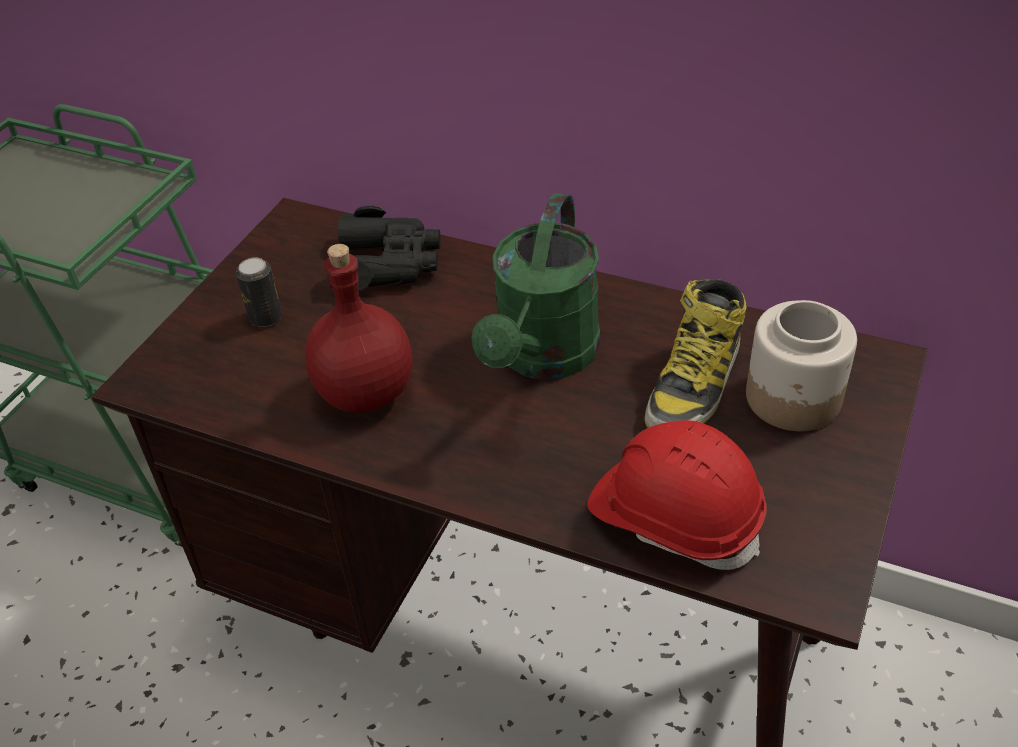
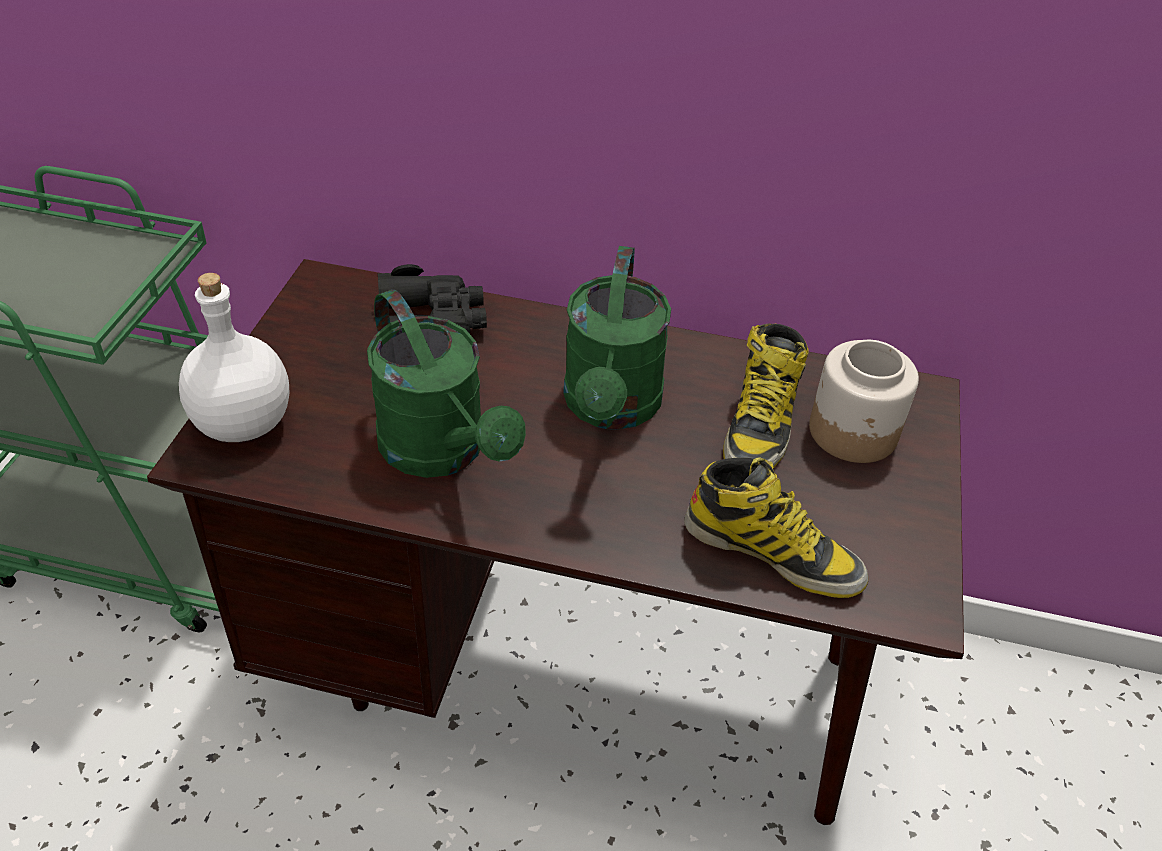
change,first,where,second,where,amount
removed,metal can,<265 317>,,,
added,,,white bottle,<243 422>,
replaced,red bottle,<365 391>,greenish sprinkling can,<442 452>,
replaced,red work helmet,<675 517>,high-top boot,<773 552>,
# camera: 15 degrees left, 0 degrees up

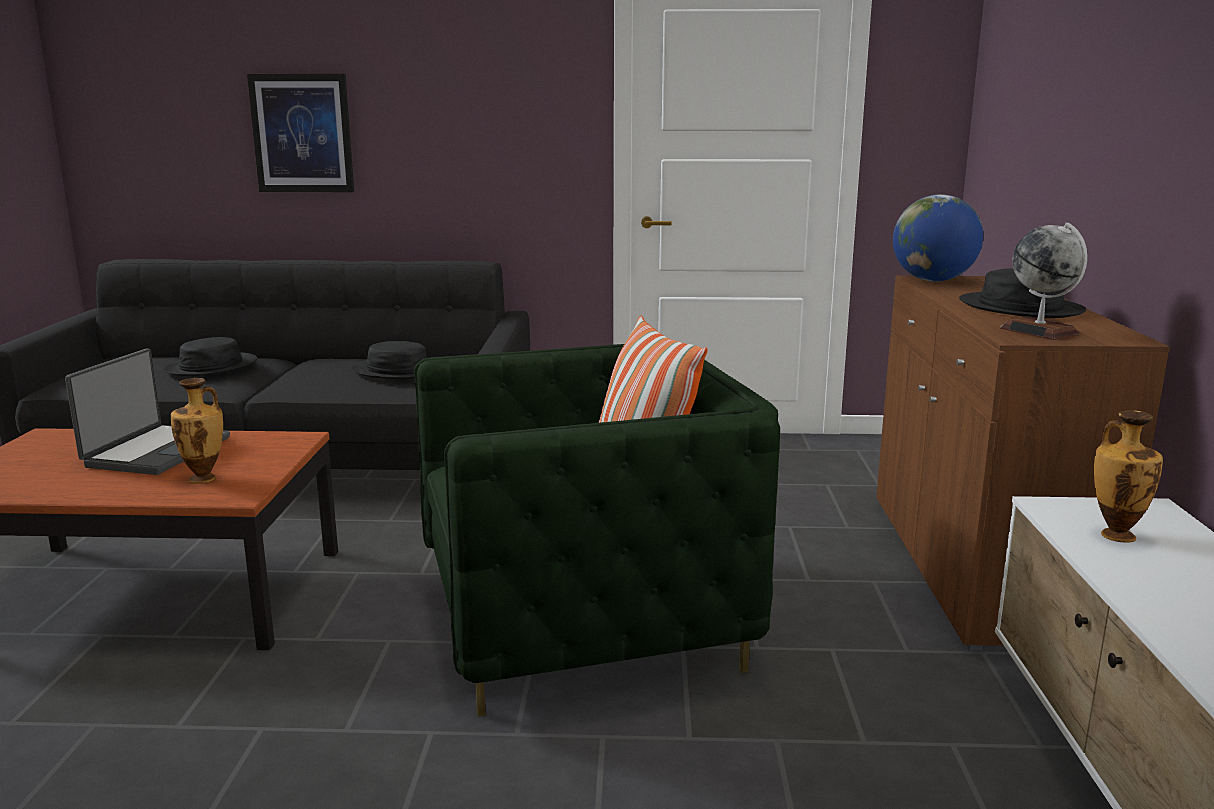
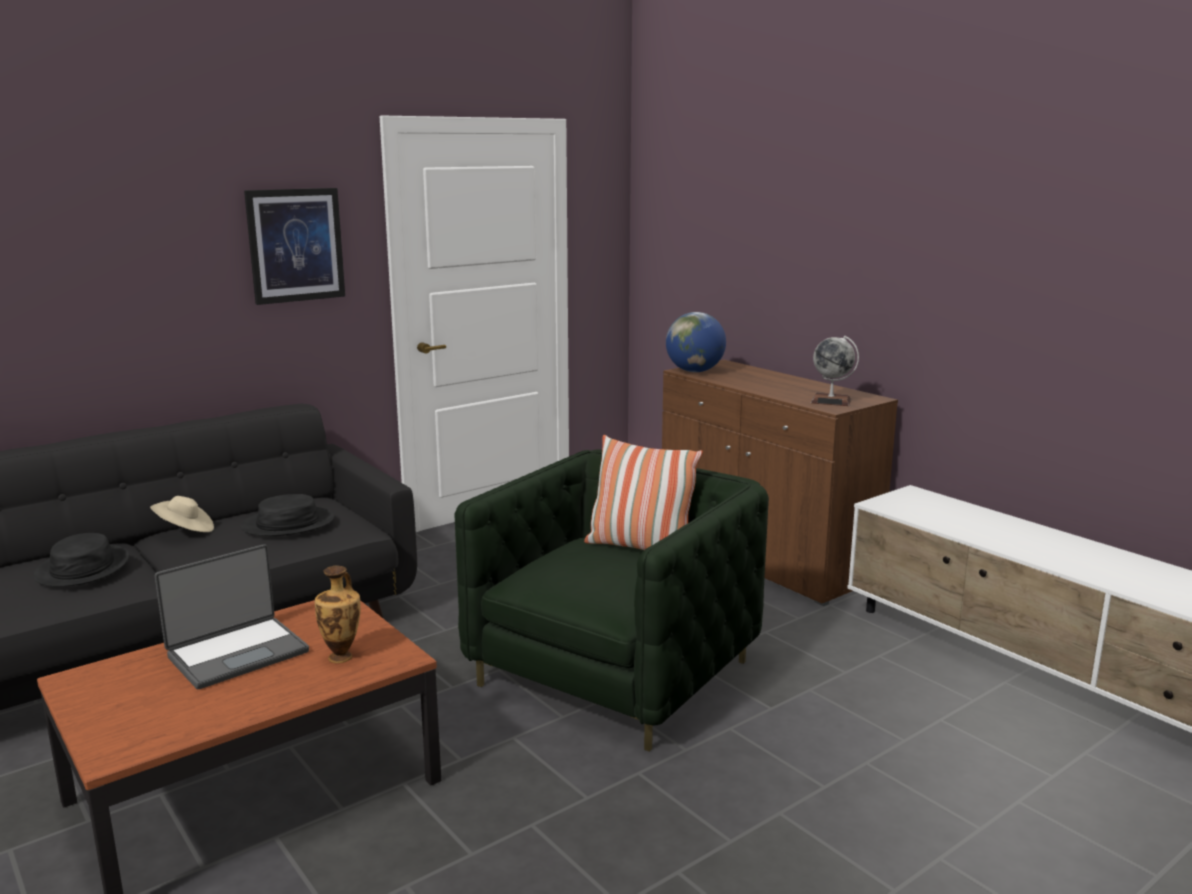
change,first,where,second,where,amount
removed,blackish clothing hat,<1020 308>,,,
removed,vase,<1115 535>,,,
added,,,beige clothing hat,<185 530>,
moved,picture,<302 133>,,<295 245>,
turned,laptop,<156 451>,,<237 653>,75 degrees clockwise
# camera: 40 degrees left, 0 degrees up

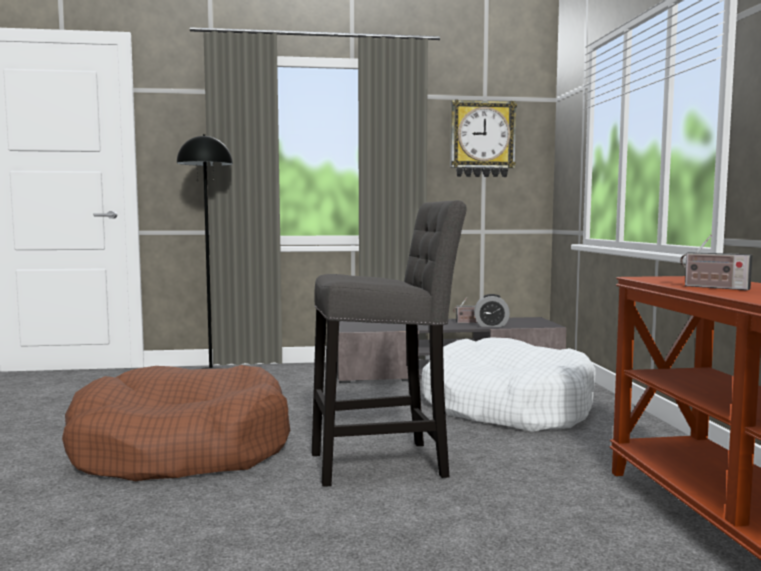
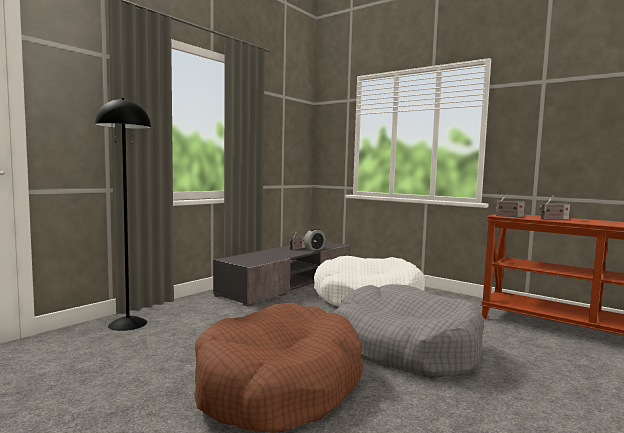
change,first,where,second,where,amount
removed,clock on the wall,<482 139>,,,
added,,,radio set,<508 216>,
replaced,grey stool seat,<386 463>,grey dog cushion,<405 347>,
# camera: 45 degrees left, 0 degrees up

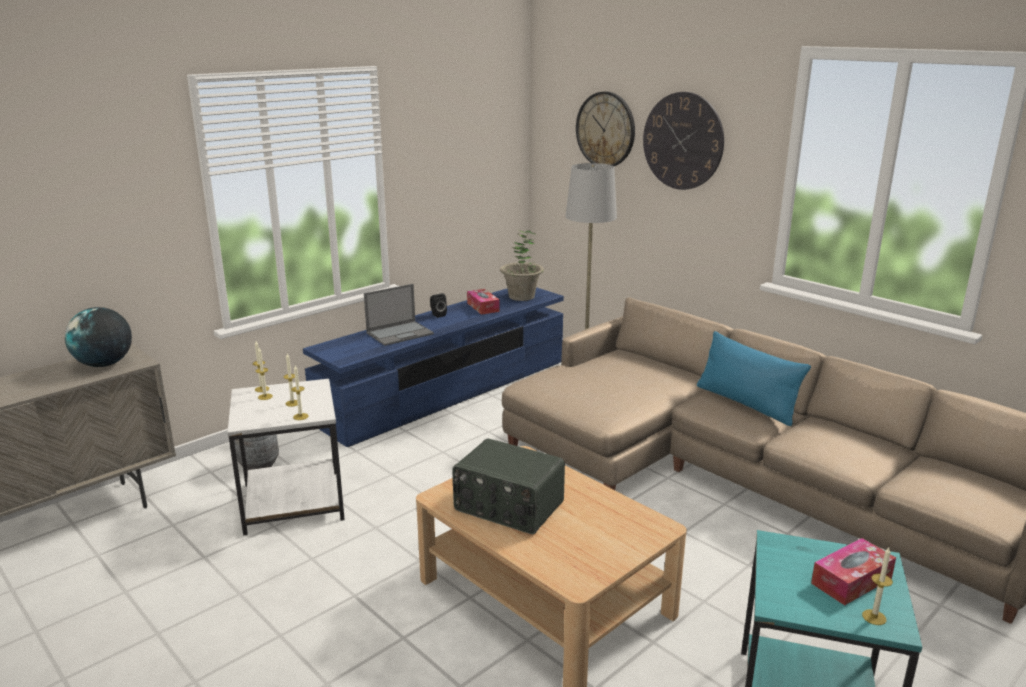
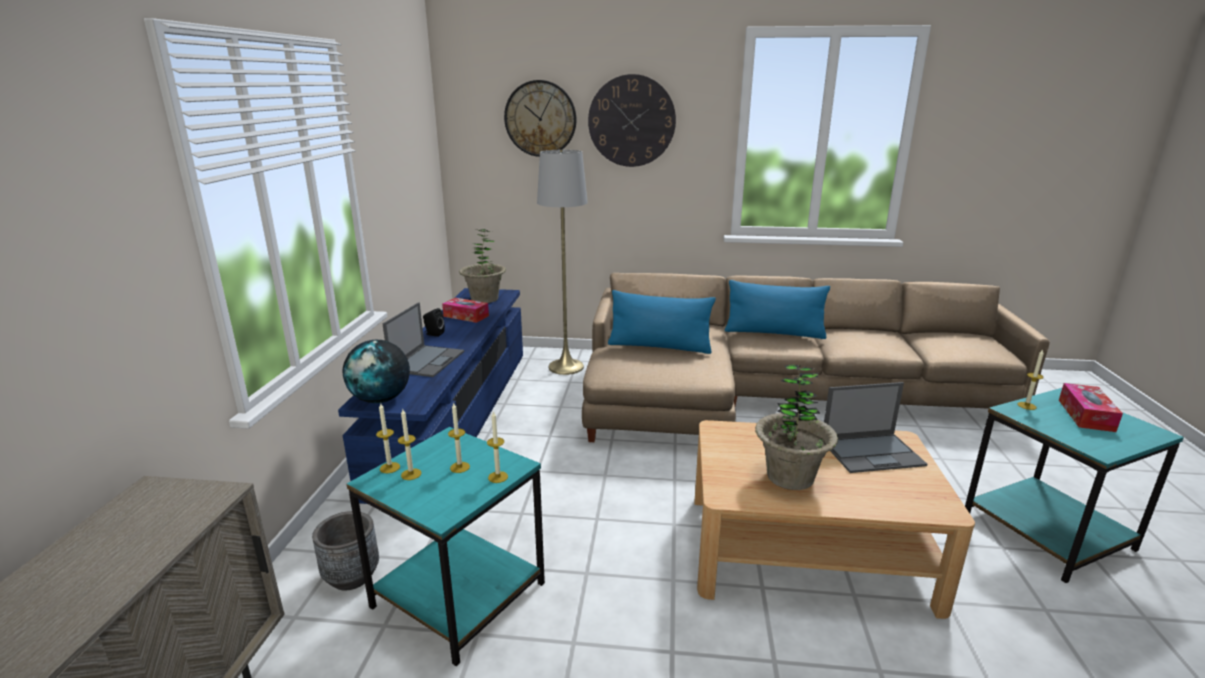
change,first,where,second,where,amount
added,,,bluish pillow,<659 346>,
added,,,laptop,<872 452>,
moved,desk globe,<104 364>,,<381 399>,
moved,wax light,<874 617>,,<1026 406>,
replaced,radio set,<508 507>,potted plant,<790 477>,
recoloured,white side table,<294 500>,blue-green side table,<458 593>,
# camera: 40 degrees left, 0 degrees up

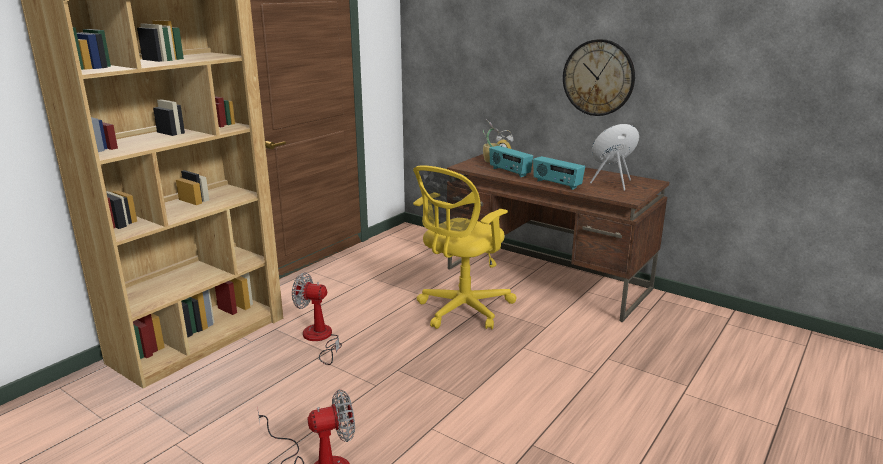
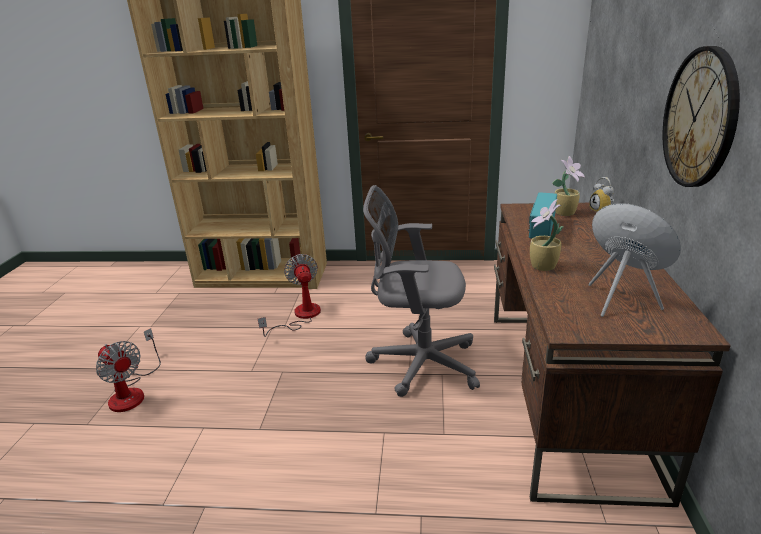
change,first,where,second,where,amount
replaced,radio set,<556 184>,potted plant,<542 267>,
recoloured,yellowish office chair,<461 310>,grey office chair,<419 363>,
# camera: 60 degrees right, 5 degrees up

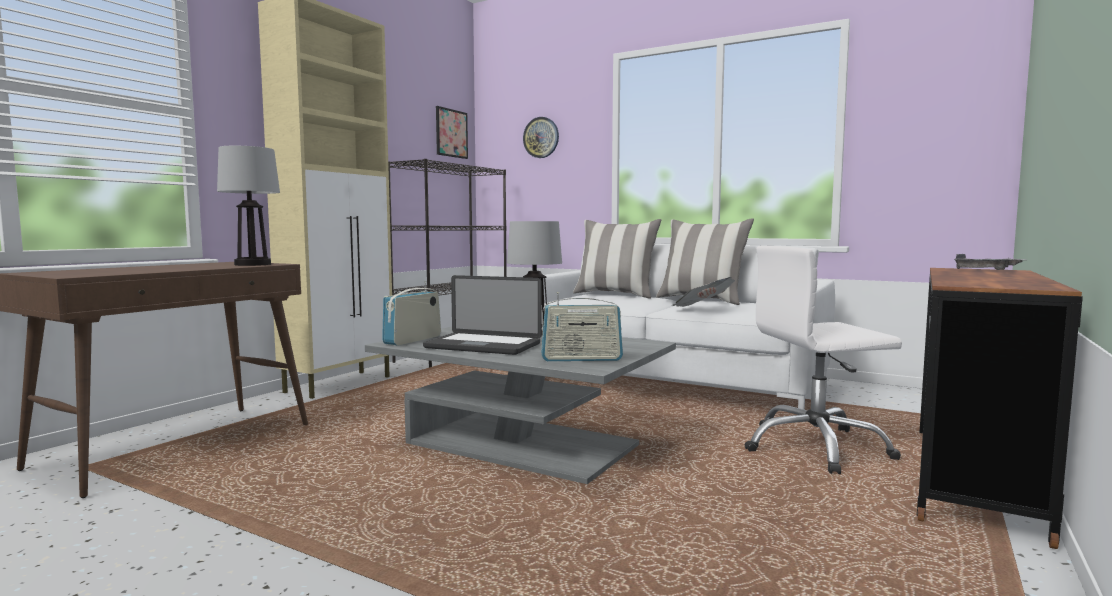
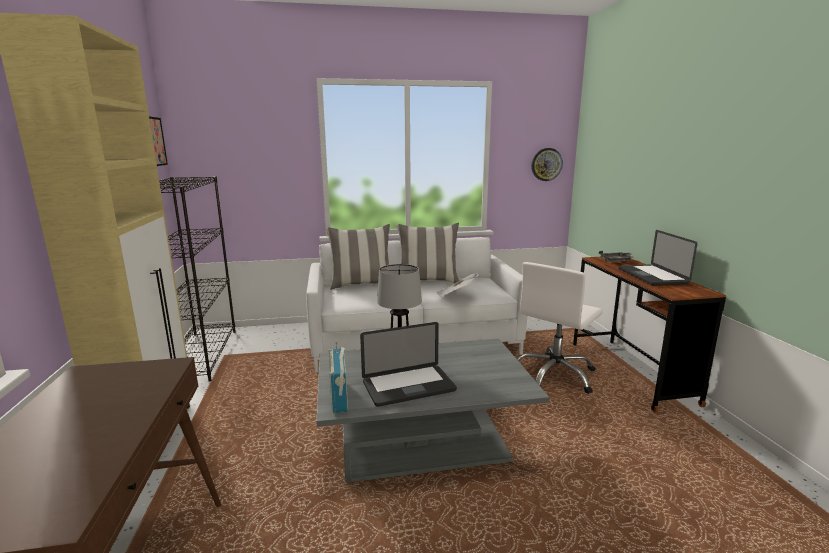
change,first,where,second,where,amount
removed,lamp for a table,<253 264>,,,
removed,radio set,<581 359>,,,
added,,,laptop,<651 276>,
moved,clock on the wall,<541 137>,,<546 164>,
# camera: 40 degrees left, 10 degrees up

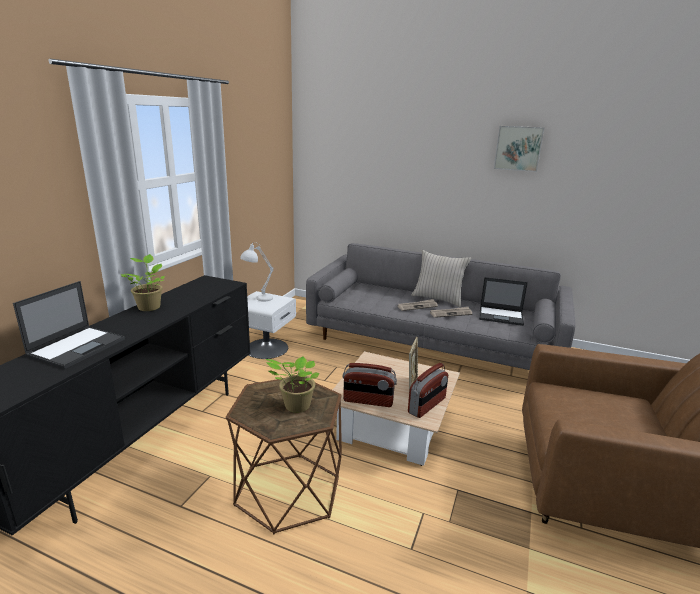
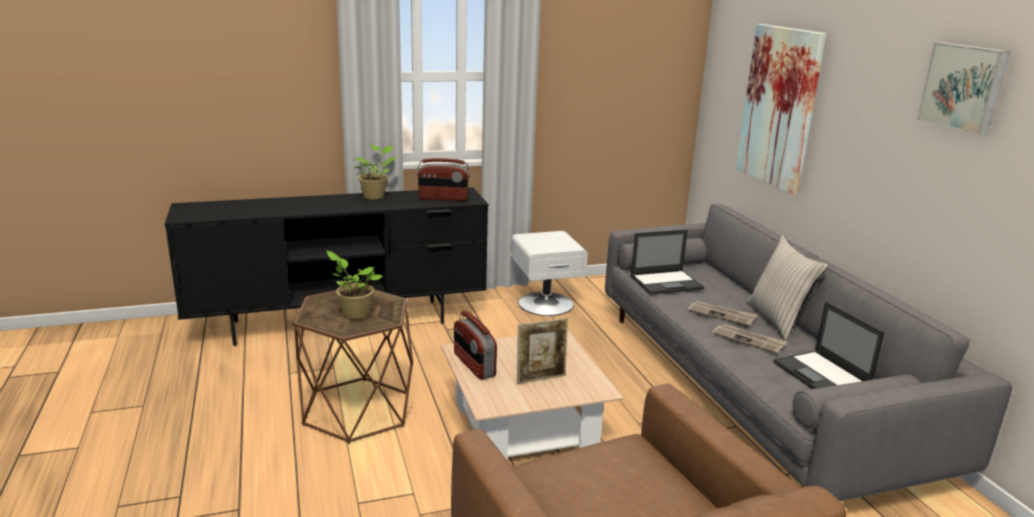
change,first,where,second,where,amount
removed,white lamp for a table,<257 299>,,,
added,,,picture,<779 107>,
moved,laptop,<78 346>,,<667 282>,
moved,radio set,<427 406>,,<443 198>,
# camera: 50 degrees right, 0 degrees up

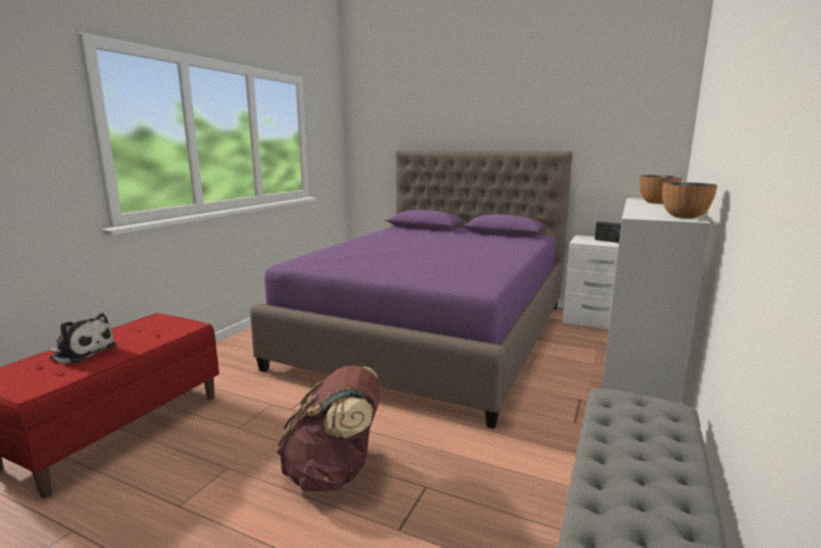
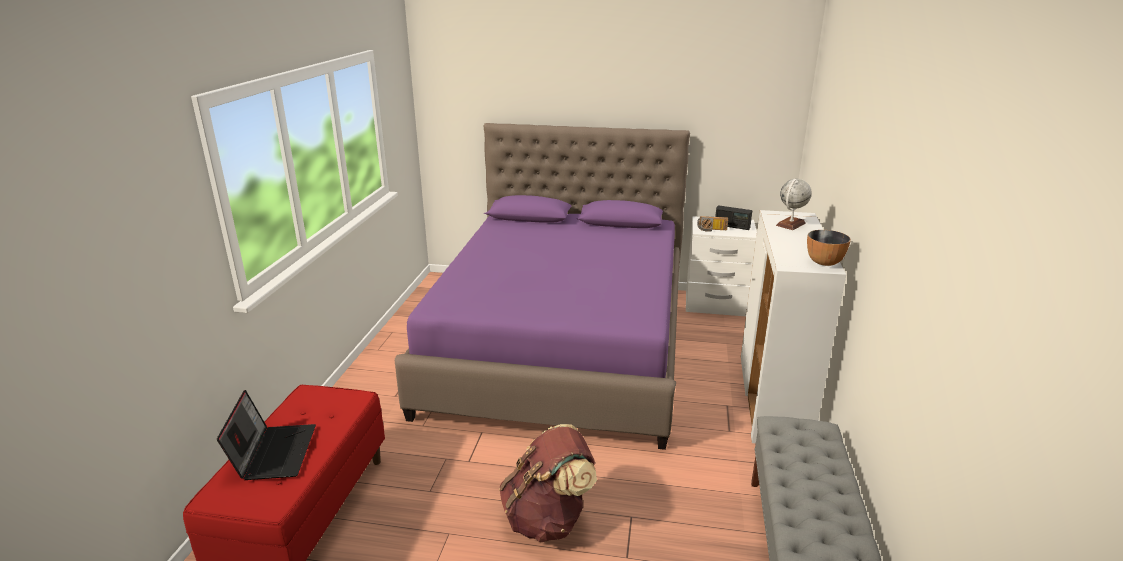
change,first,where,second,where,amount
added,,,radio set,<711 230>,
replaced,cuddly toy,<82 352>,laptop,<274 452>,
replaced,deep dish,<656 202>,desk globe,<790 224>,
# camera: 15 degrees left, 10 degrees up

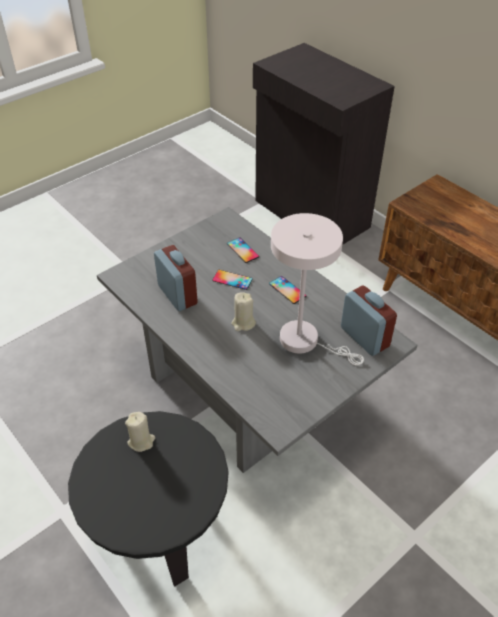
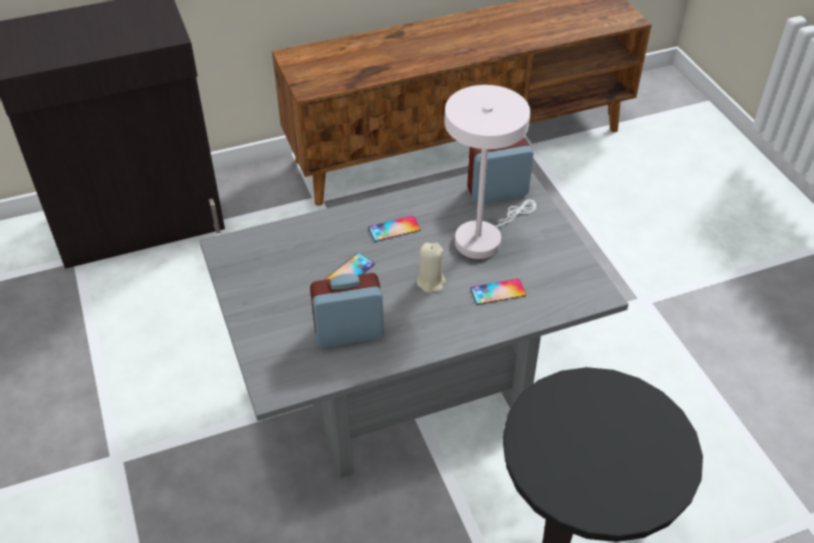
change,first,where,second,where,amount
removed,beige wax light,<141 441>,,,
moved,handset,<242 250>,,<498 292>,
# camera: 70 degrees left, 0 degrees up

